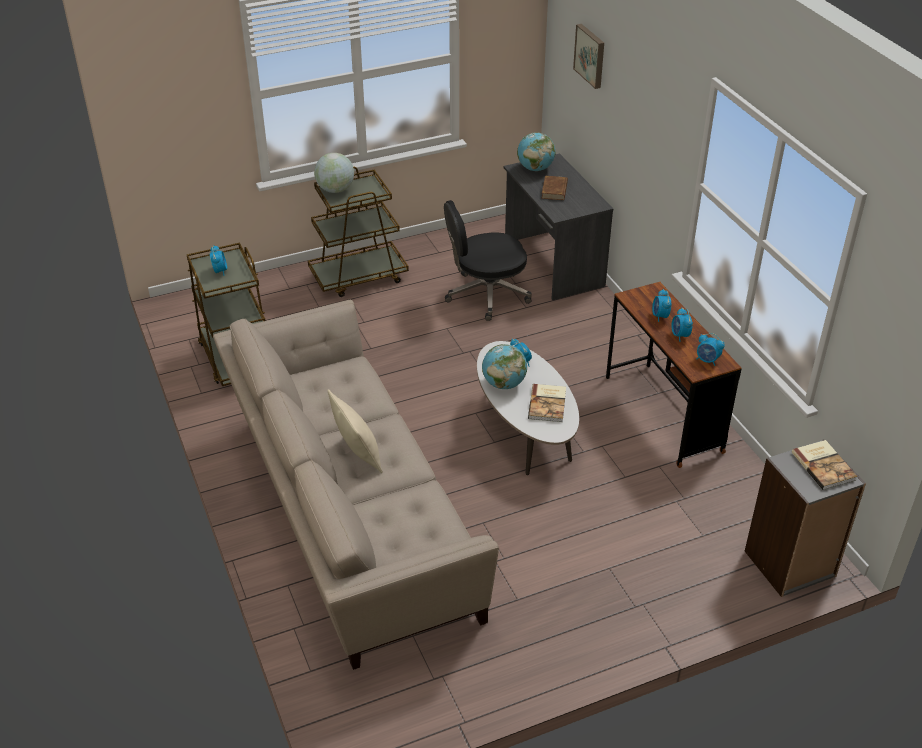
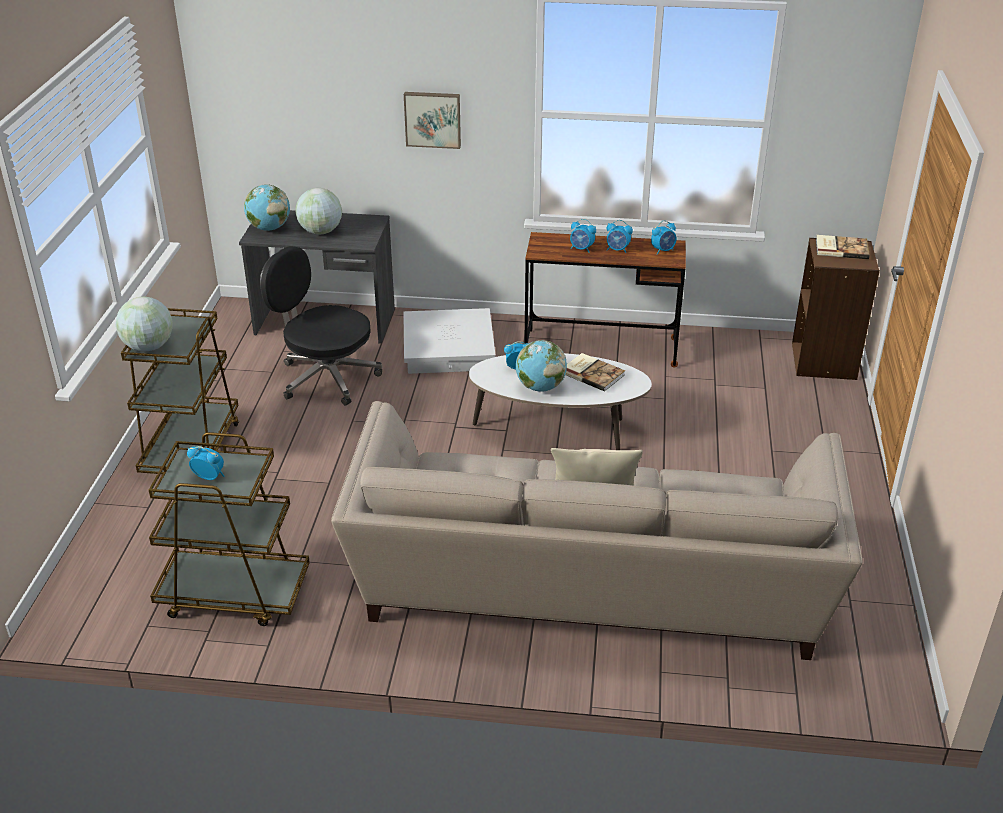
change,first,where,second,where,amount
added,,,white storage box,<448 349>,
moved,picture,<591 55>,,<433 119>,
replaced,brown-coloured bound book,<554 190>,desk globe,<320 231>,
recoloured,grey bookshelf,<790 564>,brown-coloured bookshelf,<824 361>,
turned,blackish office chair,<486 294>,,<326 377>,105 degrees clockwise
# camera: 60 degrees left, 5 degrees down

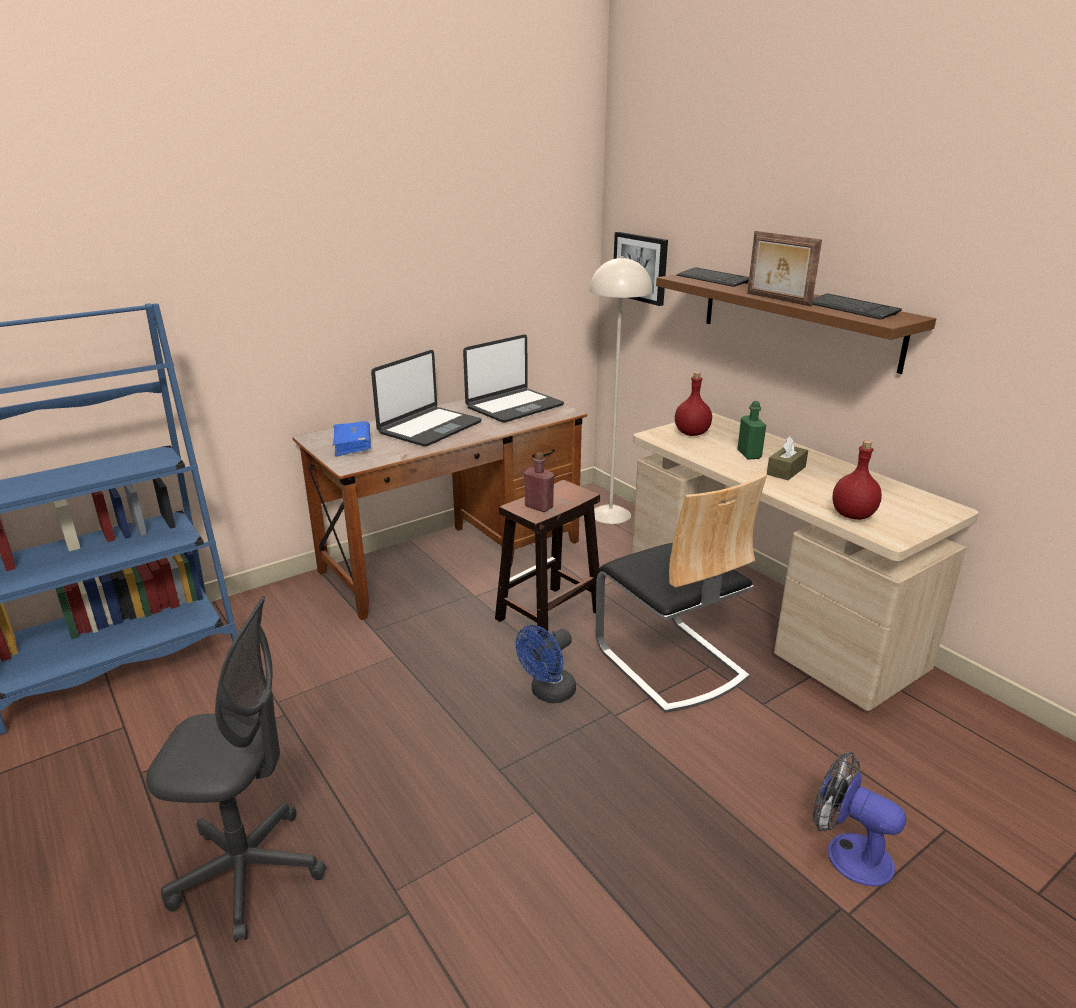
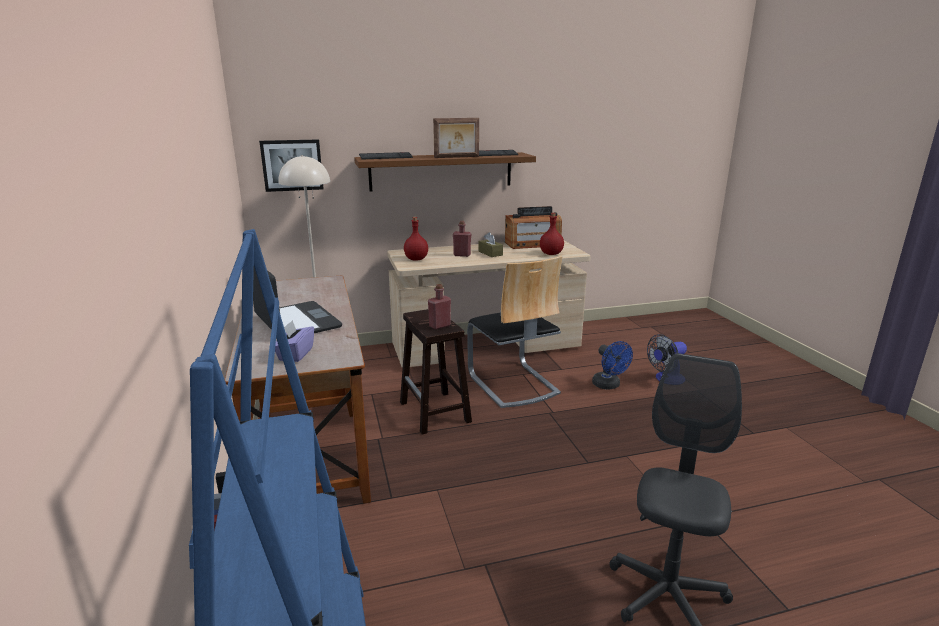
change,first,where,second,where,amount
removed,laptop,<514 406>,,,
added,,,radio set,<532 244>,
moved,bluish cooling fan,<548 693>,,<609 385>,
replaced,bluish bound book,<352 445>,purple tissue holder,<295 354>,
recoloured,greenish bottle,<749 455>,red bottle,<462 255>,
turned,chair,<670 662>,,<512 384>,75 degrees clockwise
# camera: 70 degrees left, 5 degrees down

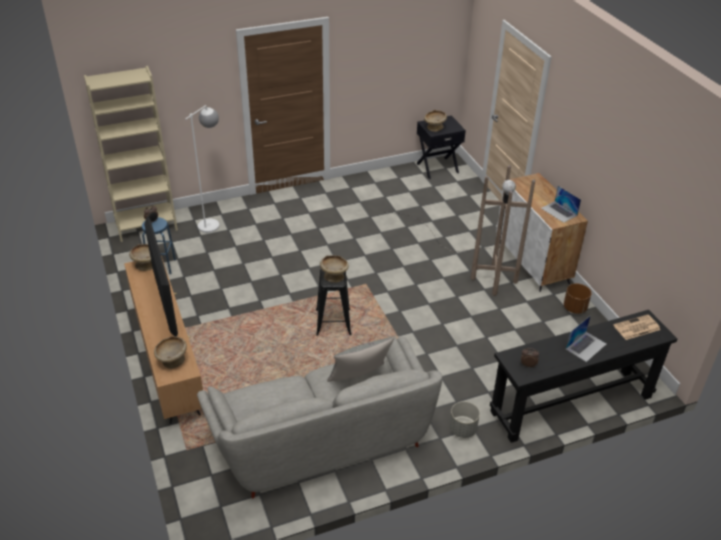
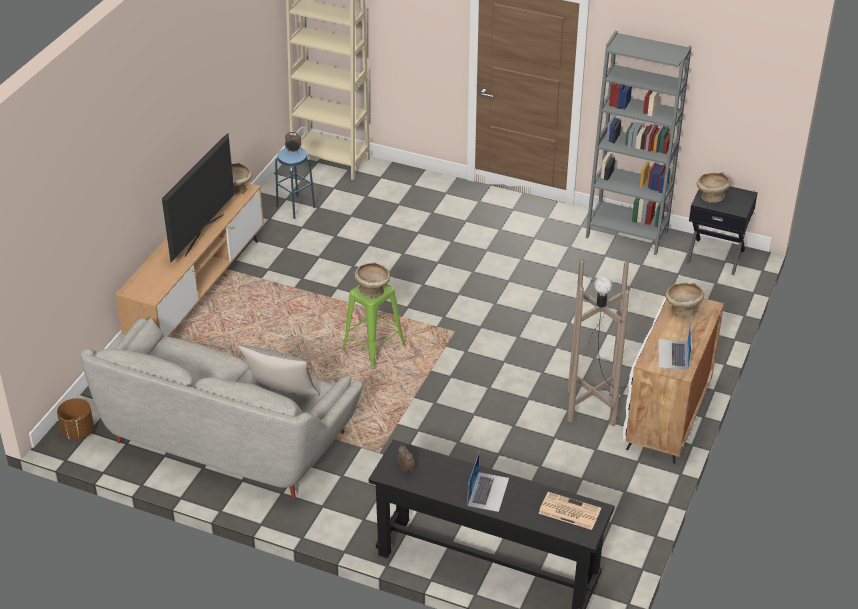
change,first,where,second,where,amount
removed,white standard lamp,<213 222>,,,
removed,grey flower pot,<462 429>,,,
added,,,grey bookshelf,<627 234>,
moved,beige deep dish,<172 362>,,<682 310>,
moved,brown-coloured flower pot,<575 308>,,<78 431>,
recoloured,blackish stool seat,<333 322>,greenish stool seat,<374 347>,
turned,laptop,<586 346>,,<488 491>,75 degrees counterclockwise
# camera: 45 degrees right, 0 degrees up

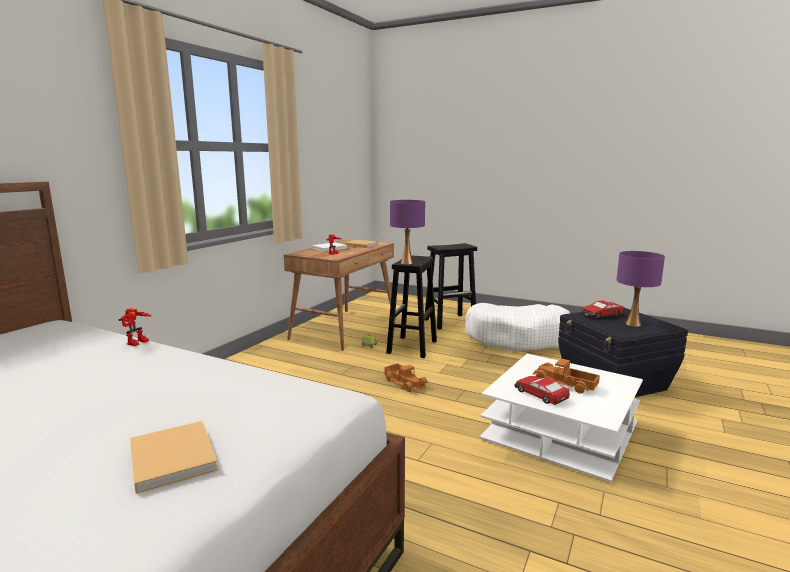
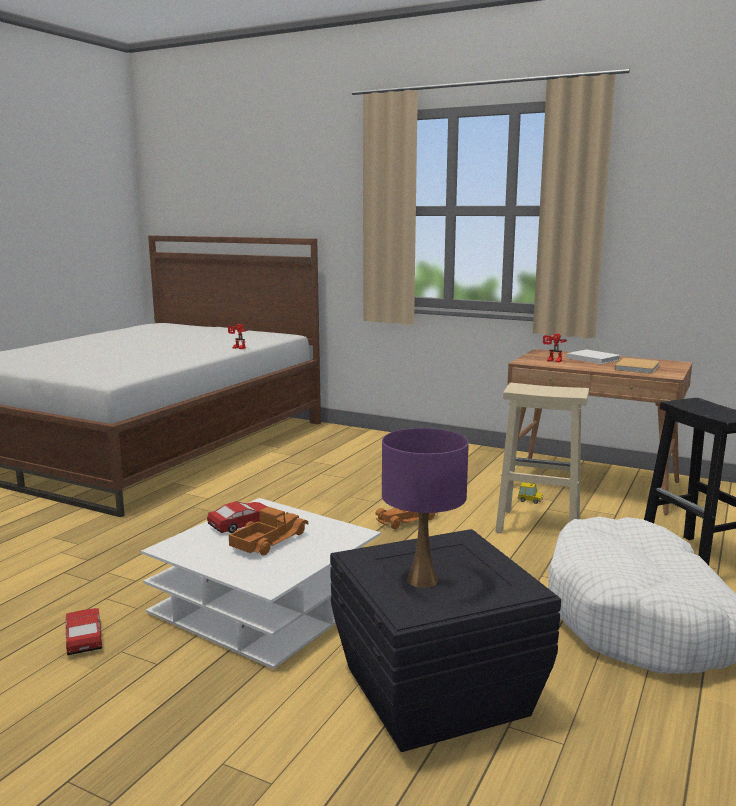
change,first,where,second,where,amount
removed,beige bound book,<172 456>,,,
removed,purple lamp for a table,<407 263>,,,
moved,miniature car,<601 315>,,<84 637>,
recoloured,blackish stool seat,<412 347>,beige stool seat,<536 525>,
# camera: 90 degrees right, 0 degrees up

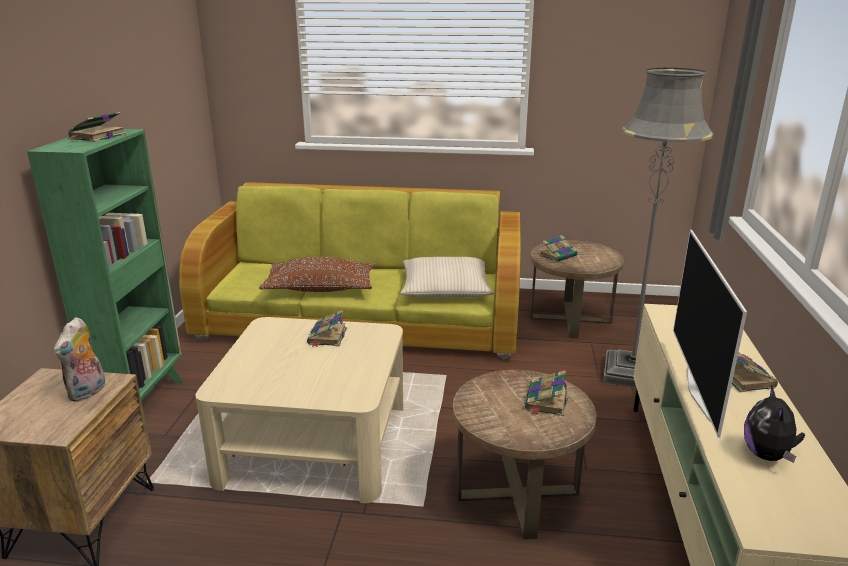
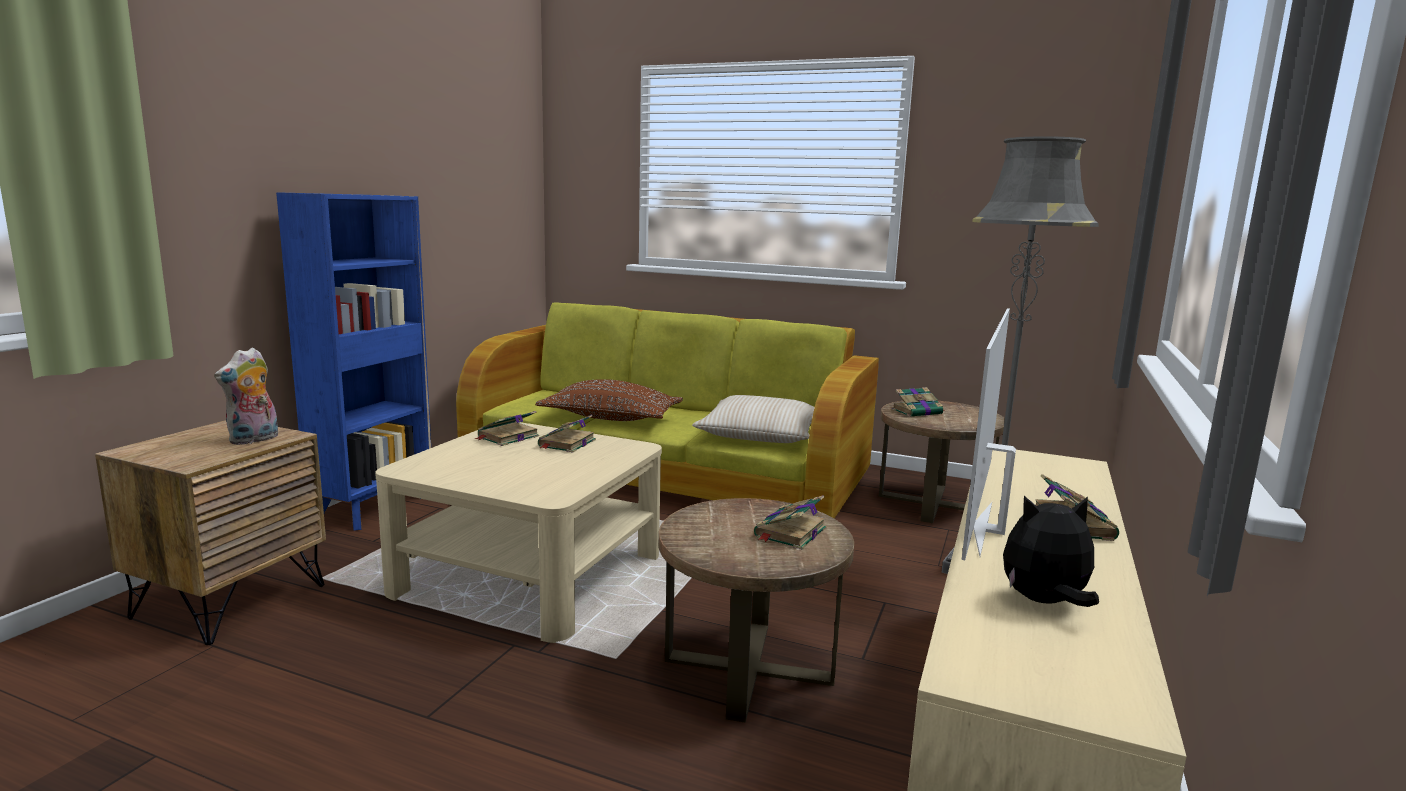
change,first,where,second,where,amount
moved,bound book,<97 137>,,<507 437>,
recoloured,greenish bookshelf,<142 399>,bluish bookshelf,<375 507>,
turned,cuddly toy,<767 455>,,<1044 602>,60 degrees clockwise
# camera: 15 degrees right, 10 degrees down

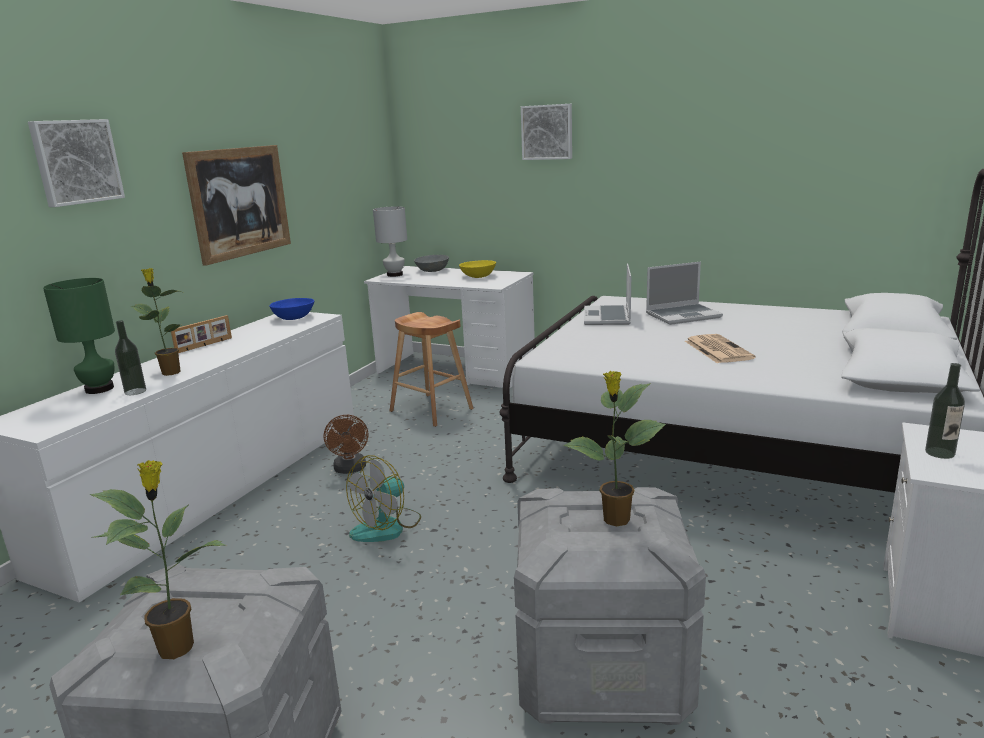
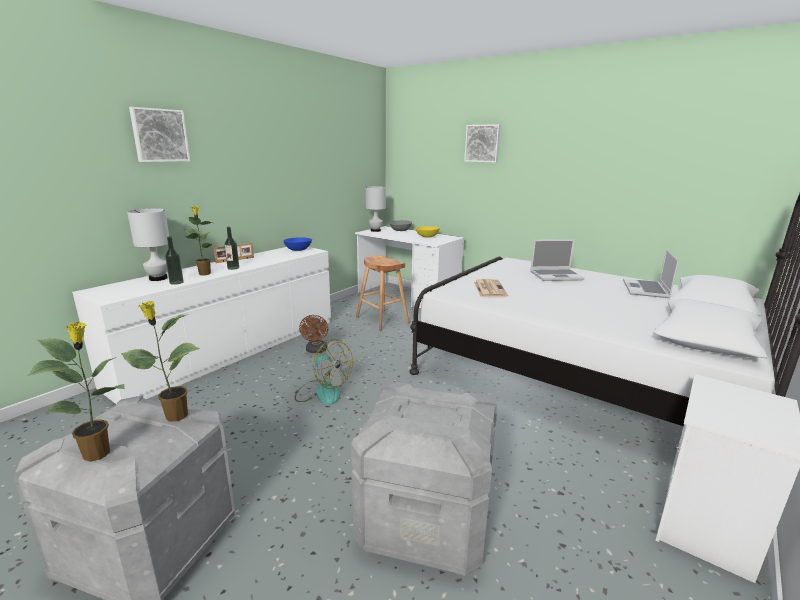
change,first,where,second,where,amount
removed,picture,<240 202>,,,
moved,potted plant,<615 520>,,<175 416>,
moved,laptop,<608 317>,,<646 290>,
moved,newspaper,<717 349>,,<489 289>,
moved,bottle,<939 453>,,<233 268>,
recoloured,greenish lamp for a table,<100 389>,white lamp for a table,<158 278>,
turned,cooling fan,<387 526>,,<322 391>,105 degrees counterclockwise
# camera: 10 degrees right, 0 degrees up

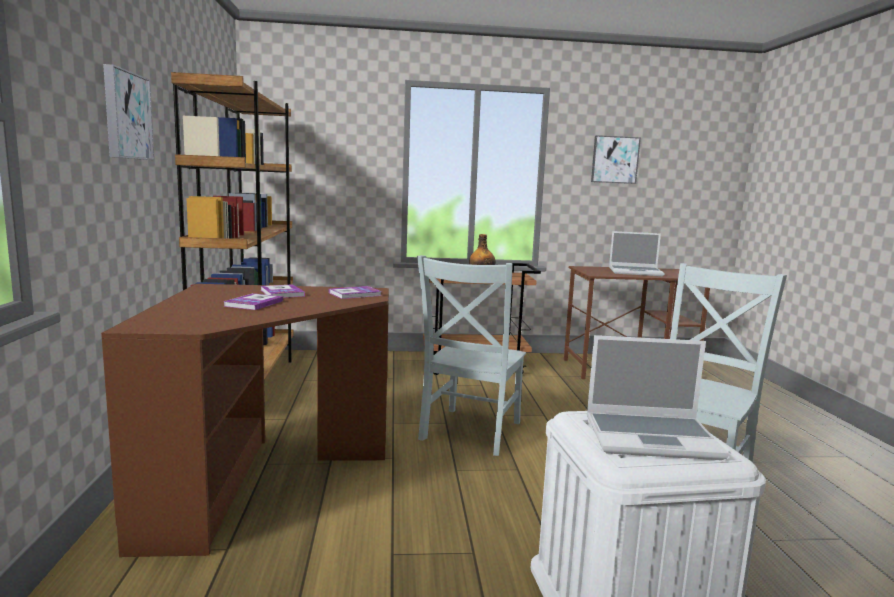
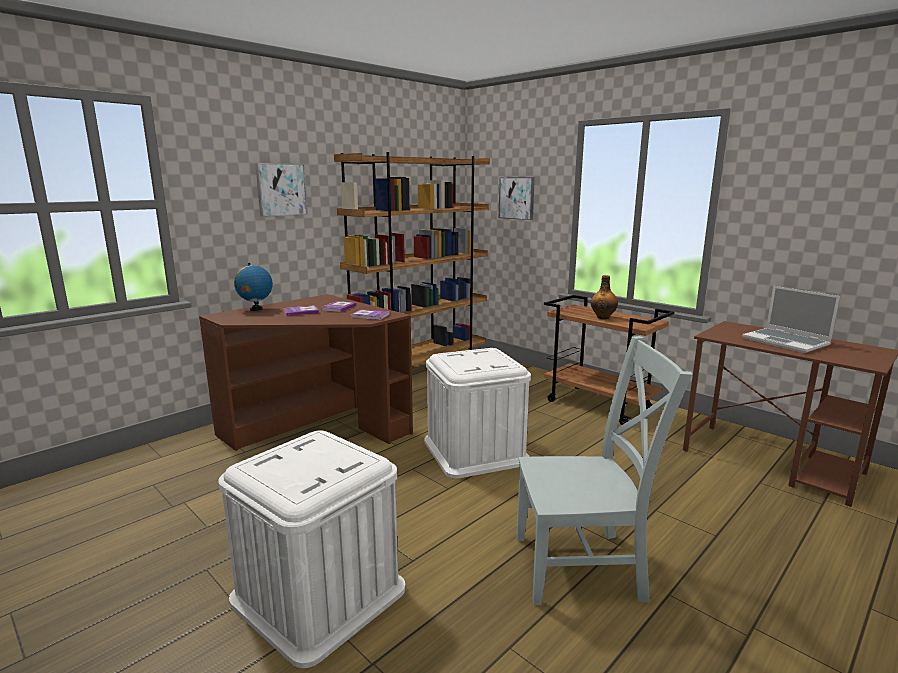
change,first,where,second,where,amount
removed,laptop,<652 437>,,,
added,,,desk globe,<256 309>,
moved,picture,<614 160>,,<517 198>,
replaced,grey chair,<469 432>,white storage box,<475 451>,
# camera: 50 degrees right, 5 degrees up

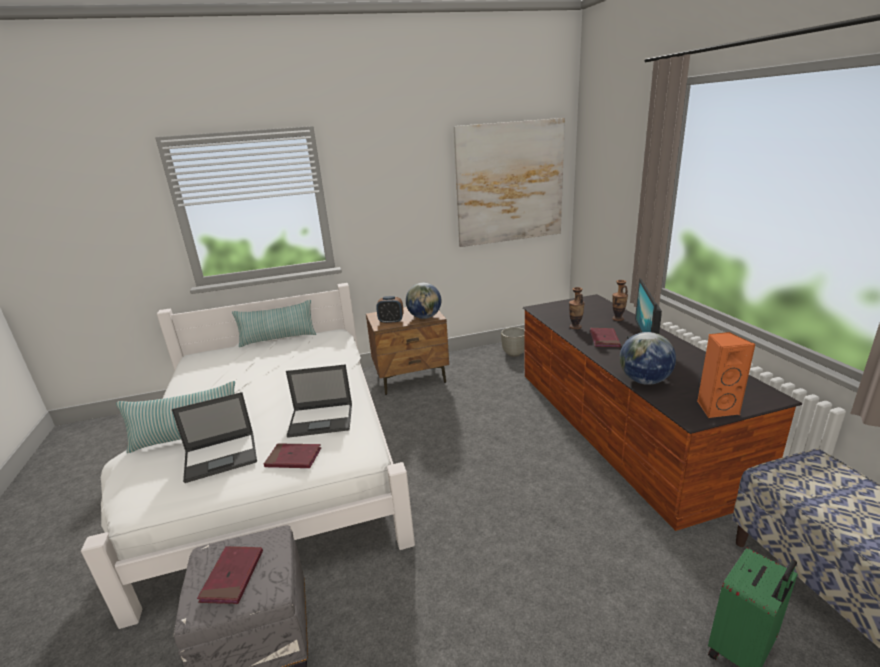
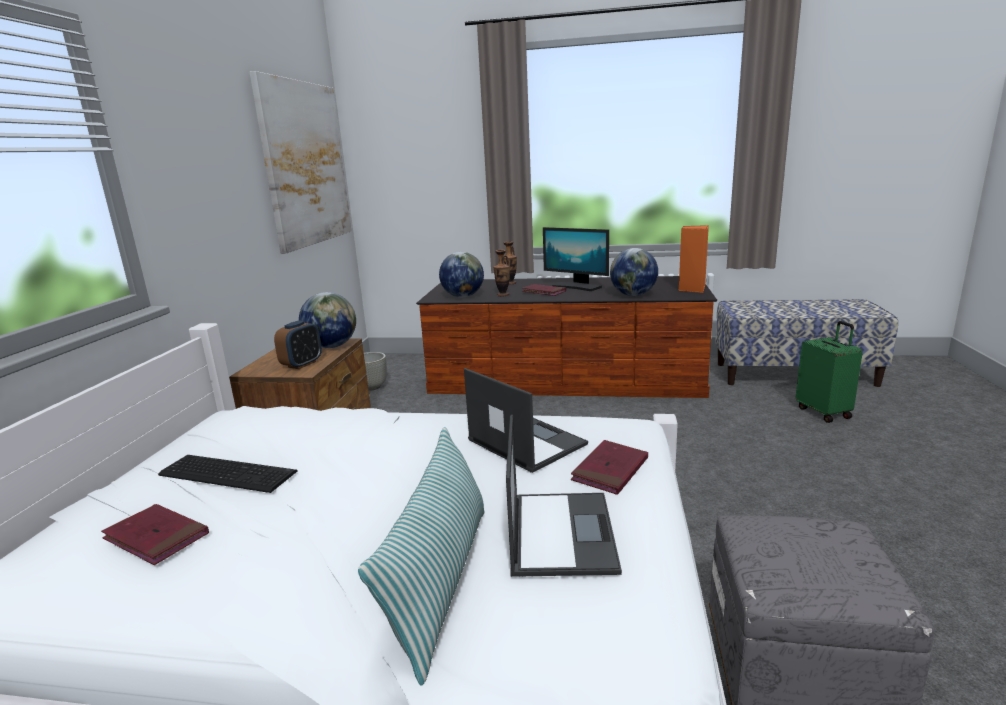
change,first,where,second,where,amount
removed,pillow,<278 339>,,,
added,,,keyboard,<228 472>,
added,,,desk globe,<463 296>,
moved,red bound book,<232 576>,,<156 537>,
turned,laptop,<322 420>,,<525 442>,60 degrees counterclockwise
# camera: 65 degrees left, 5 degrees down

